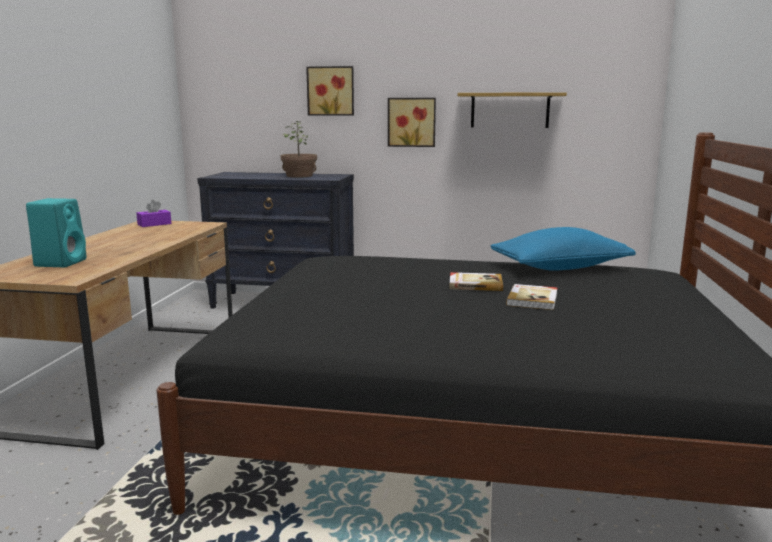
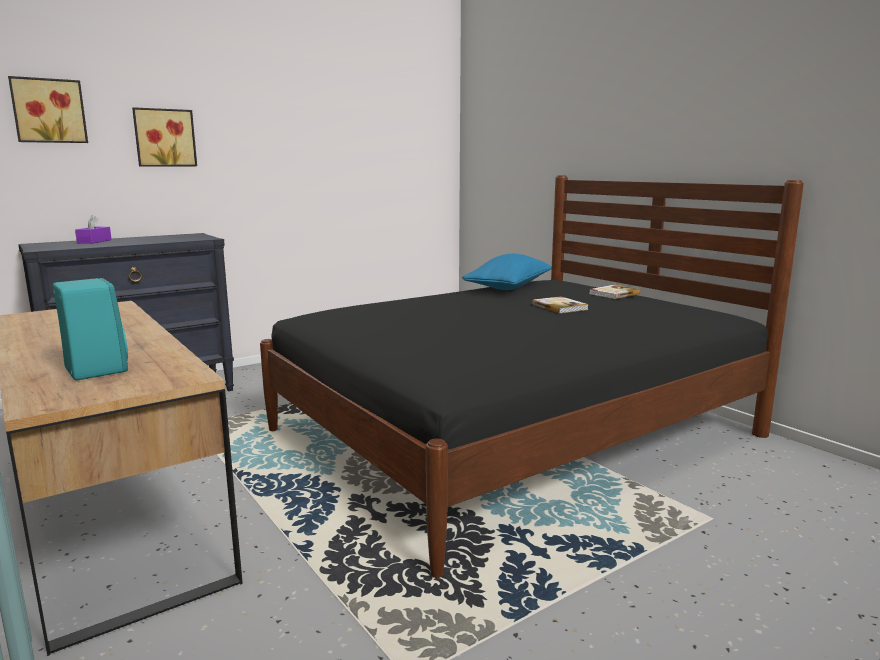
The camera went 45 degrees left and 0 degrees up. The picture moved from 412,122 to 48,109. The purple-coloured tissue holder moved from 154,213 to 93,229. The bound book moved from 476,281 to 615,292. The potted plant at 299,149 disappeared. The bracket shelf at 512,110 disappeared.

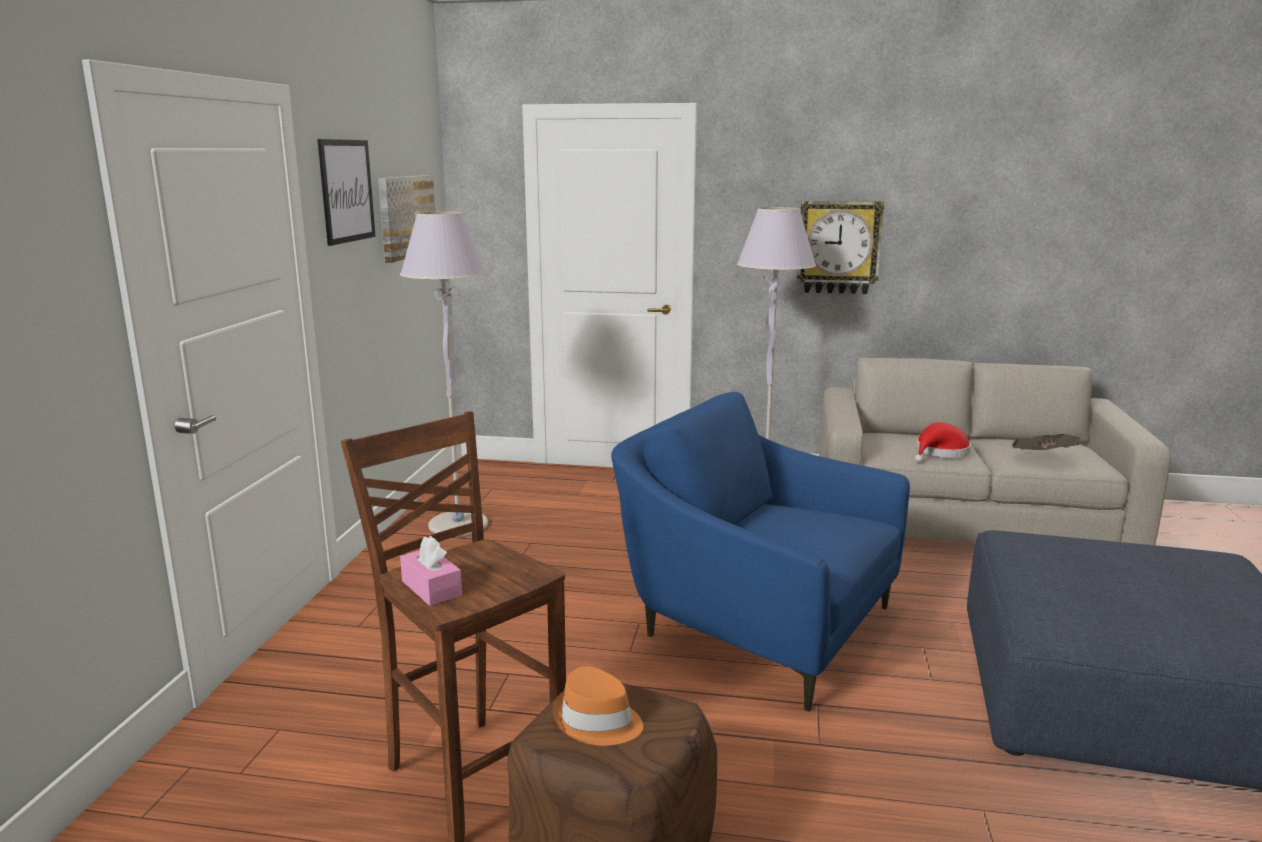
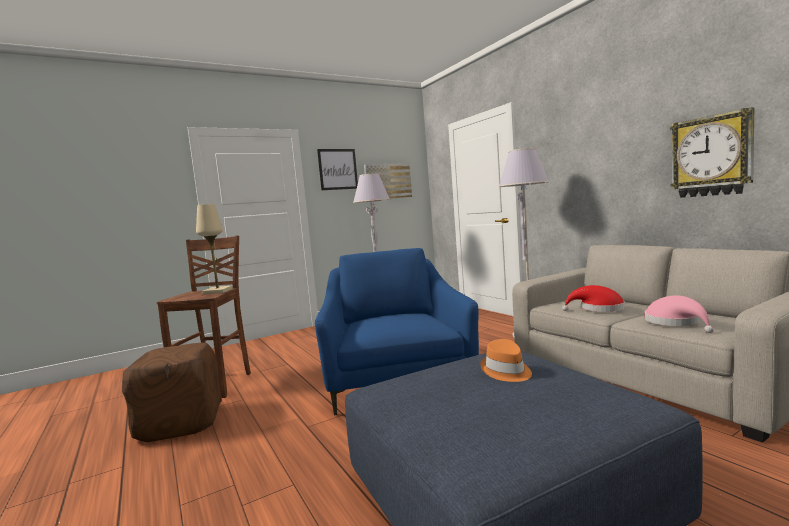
The camera went 50 degrees right and 10 degrees down. The sand-coloured lamp for a table at 214,249 appeared. The orangey clothing hat moved from 598,706 to 506,360. The newspaper at 1046,442 was replaced by the pink clothing hat at 679,314. The hanging clock moved from 840,247 to 712,152. The pink tissue holder at 431,571 disappeared.

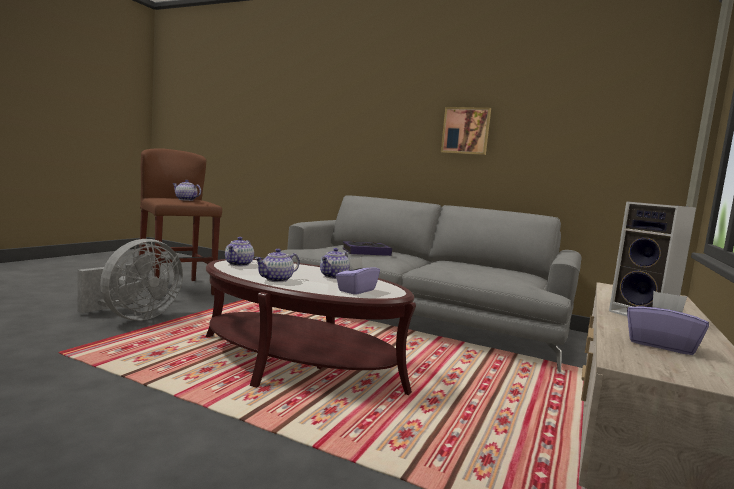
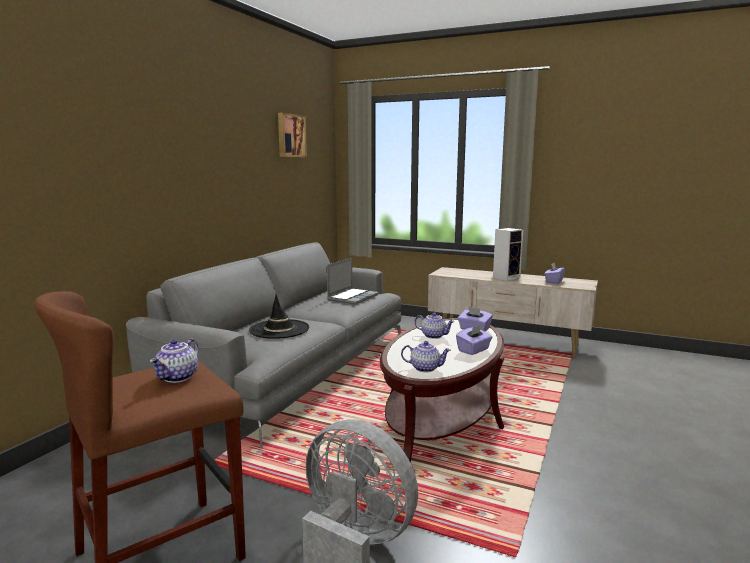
The camera went 90 degrees left and 5 degrees up. The bound book at 367,248 was replaced by the blackish clothing hat at 279,317. The picture moved from 466,131 to 292,134. The laptop at 353,281 appeared. The tea pot at 277,265 was replaced by the purple-coloured tissue holder at 474,340.

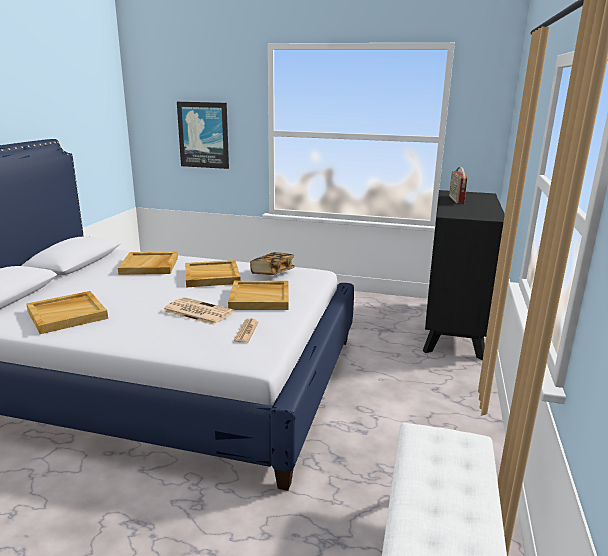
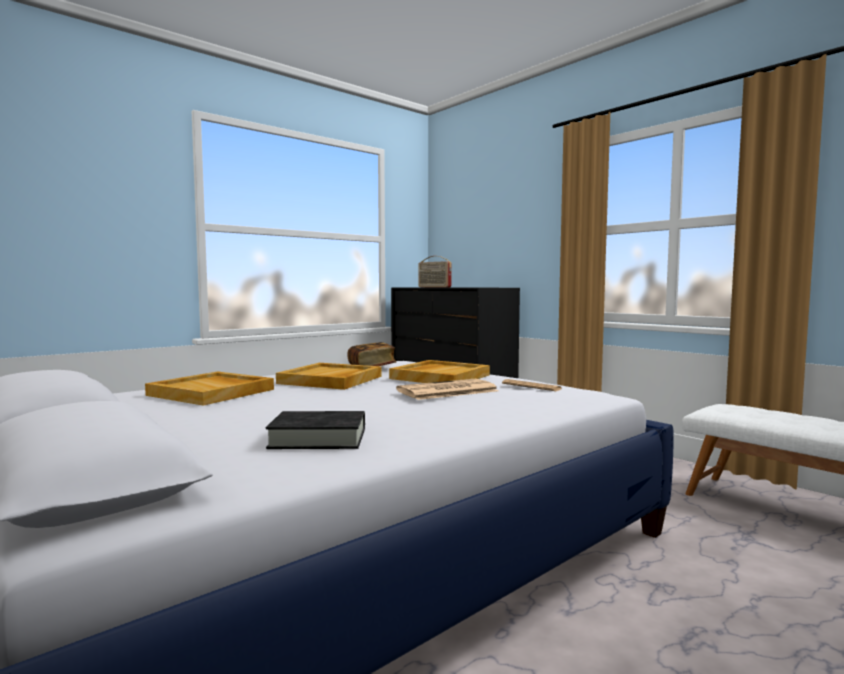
The camera went 55 degrees left and 15 degrees down. The sand-coloured serving tray at 67,312 was replaced by the blackish bound book at 315,430. The picture at 203,135 disappeared.

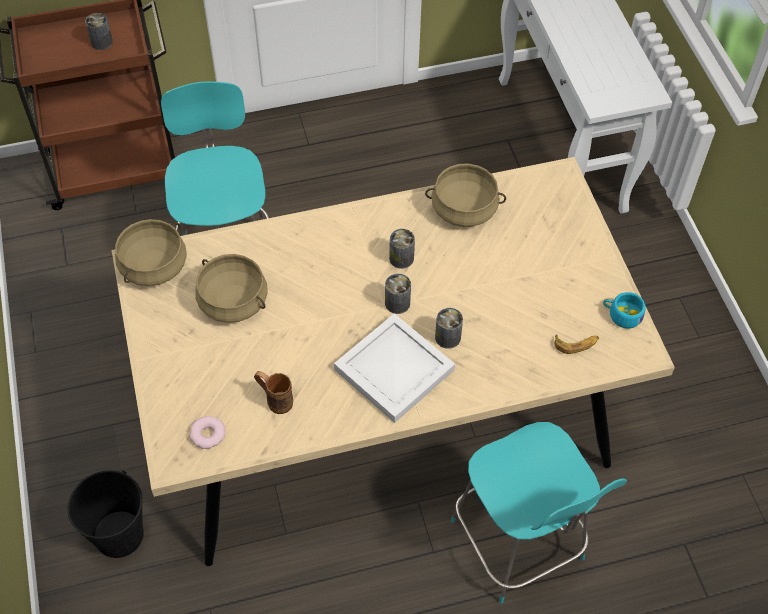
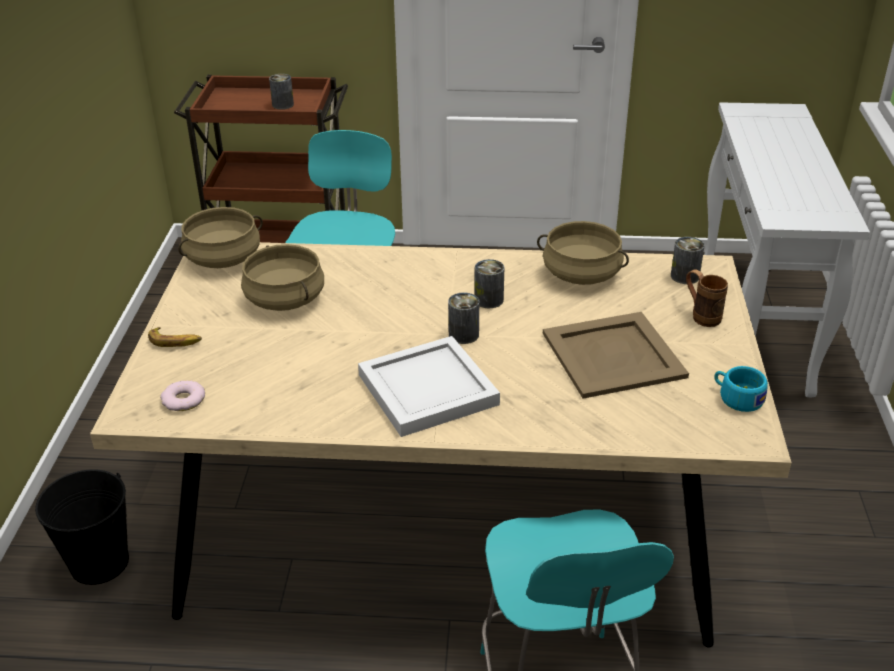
The camera went 20 degrees right and 20 degrees down. The banana fruit moved from 576,344 to 175,337. The sand-coloured serving tray at 616,355 appeared. The metal can moved from 449,328 to 688,260. The brown-coloured coffee mug moved from 273,392 to 707,298.

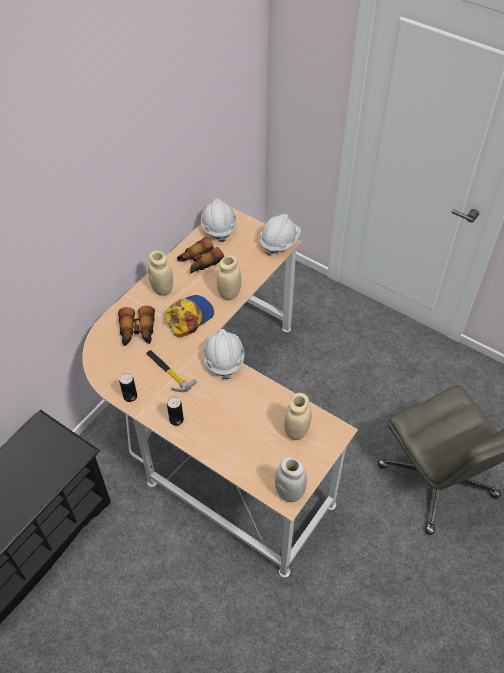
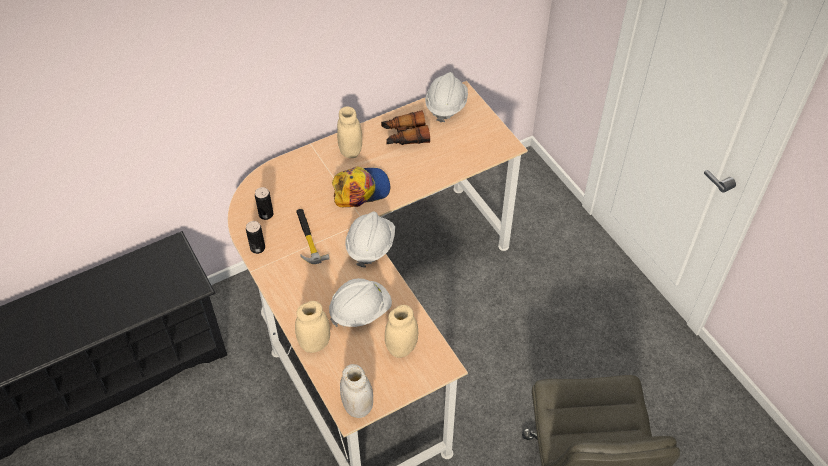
The camera went 25 degrees right and 0 degrees up. The metal can moved from 175,411 to 264,203. The sand-coloured jar moved from 229,278 to 312,327. The white-coloured hard hat moved from 280,235 to 360,302. The pair of binoculars at 136,326 disappeared.

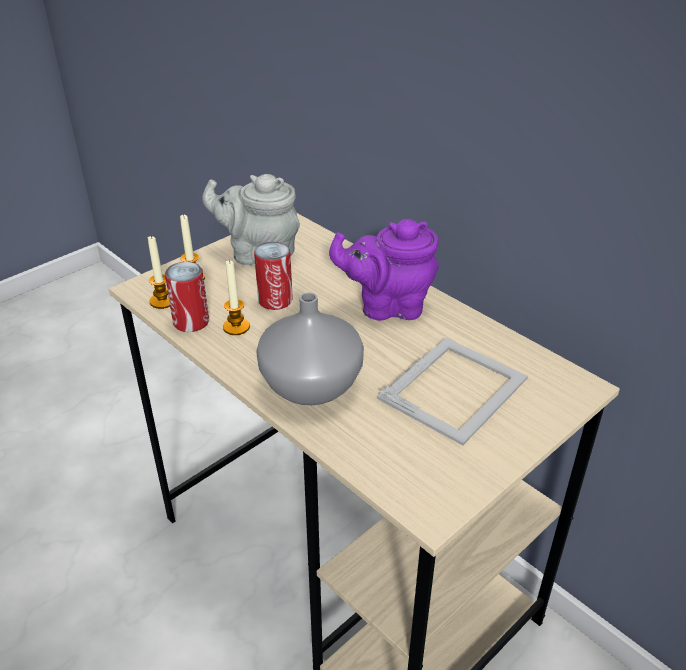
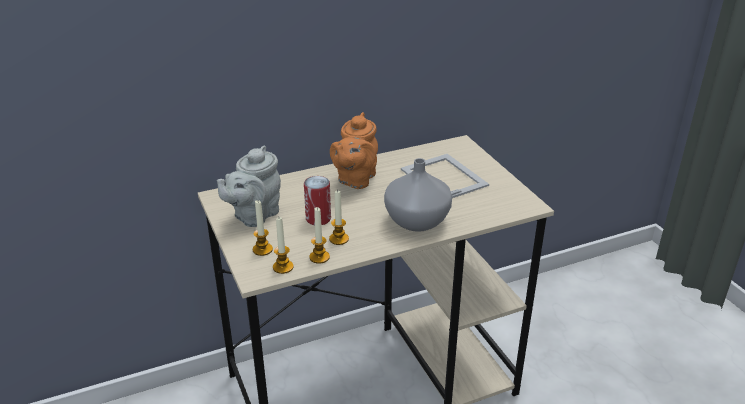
The camera went 70 degrees left and 5 degrees down. The metal can at 187,297 was replaced by the candle at 319,235. The purple-coloured tea pot at 384,270 became the orangey tea pot at 354,150.

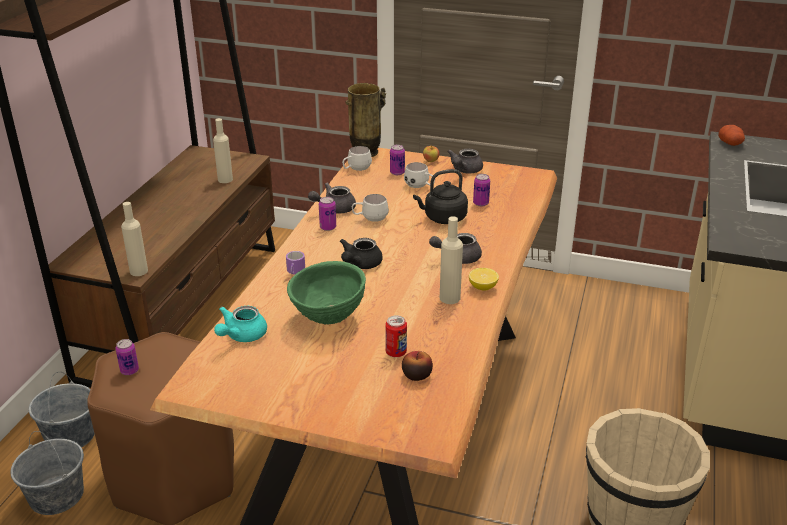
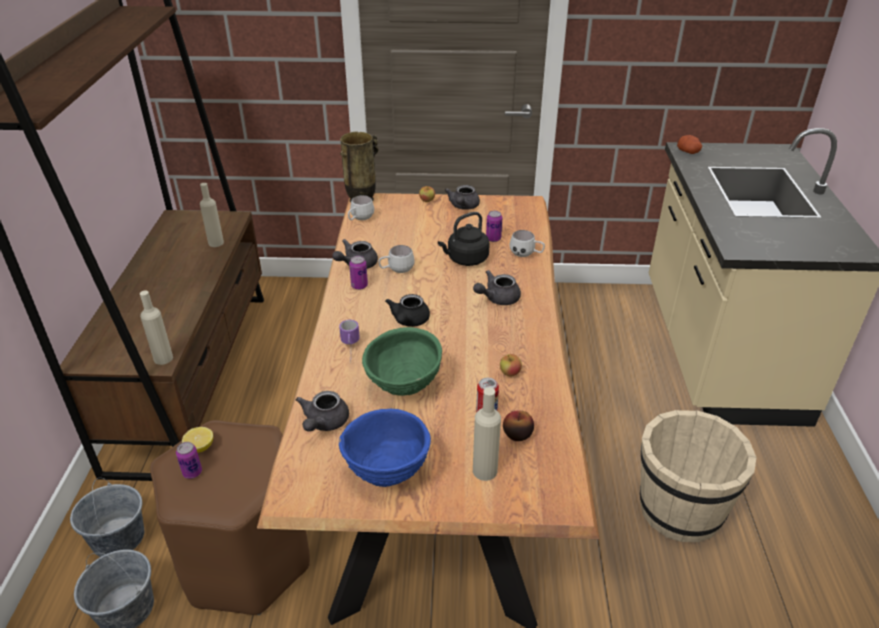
The camera went 15 degrees left and 5 degrees up. The whole lemon moved from 484,279 to 197,440. The turquoise tea pot at 240,324 became the greyish tea pot at 322,411. The blue-coloured serving bowl at 385,448 appeared. The sand-coloured drink bottle moved from 451,260 to 487,434. The whole apple at 511,365 appeared. The white-coloured coffee mug moved from 419,175 to 527,243. The metal can at 397,160 disappeared.

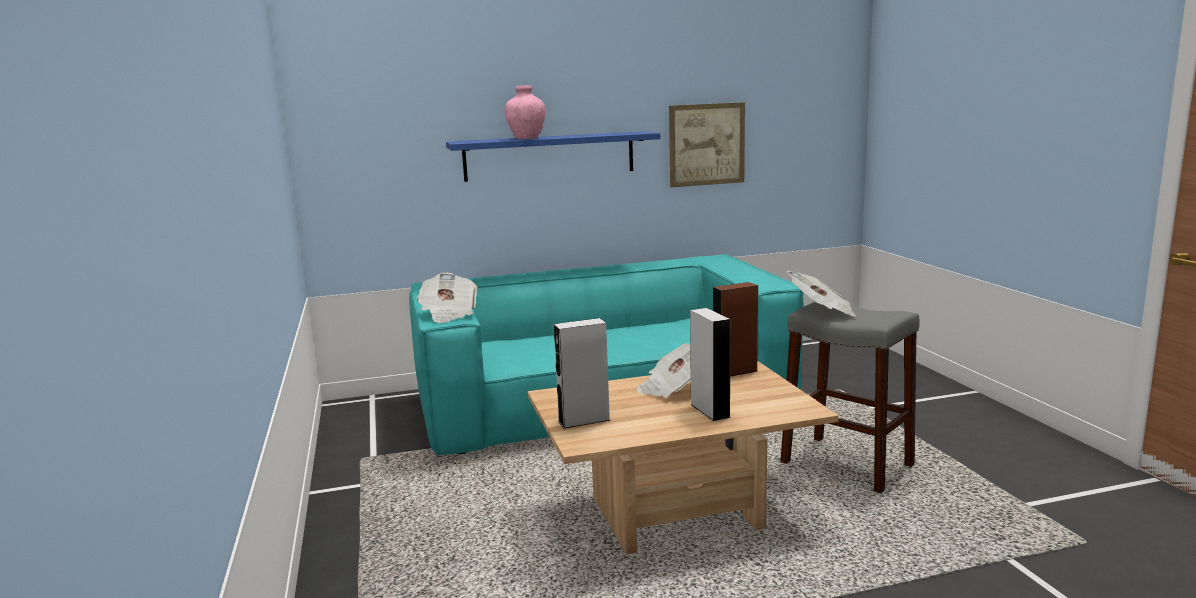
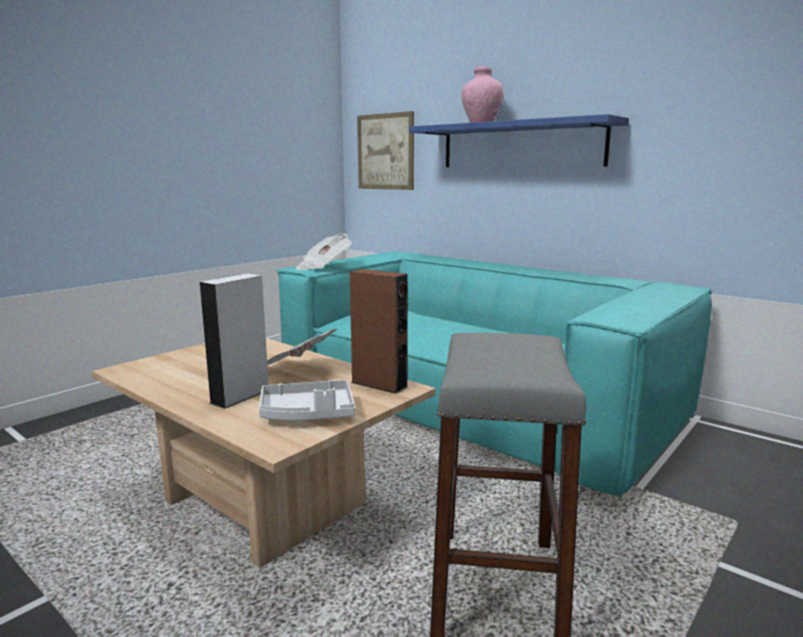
The camera went 55 degrees right and 0 degrees up. The greyish serving tray at 307,400 appeared. The picture moved from 707,144 to 385,150. The greyish loudspeaker at 582,373 disappeared. The newspaper at 821,294 disappeared.

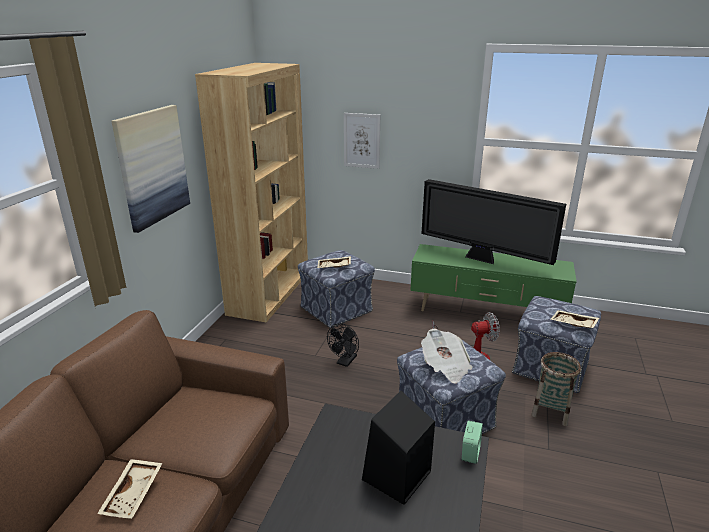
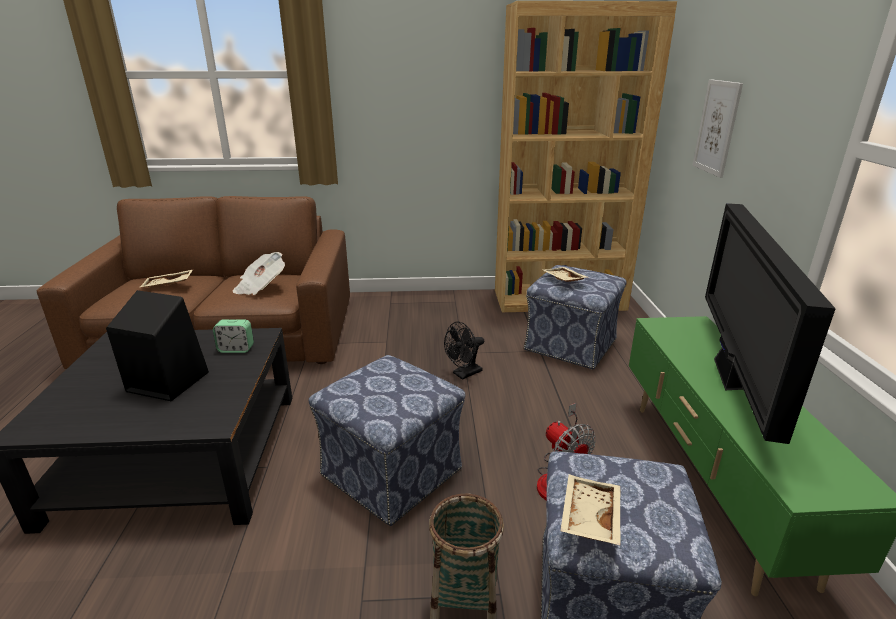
The camera went 70 degrees right and 0 degrees up. The alarm clock moved from 472,442 to 233,336. The newspaper moved from 447,356 to 259,273. The blackish electric fan at 343,345 turned 45 degrees counterclockwise. The picture at 151,169 disappeared.

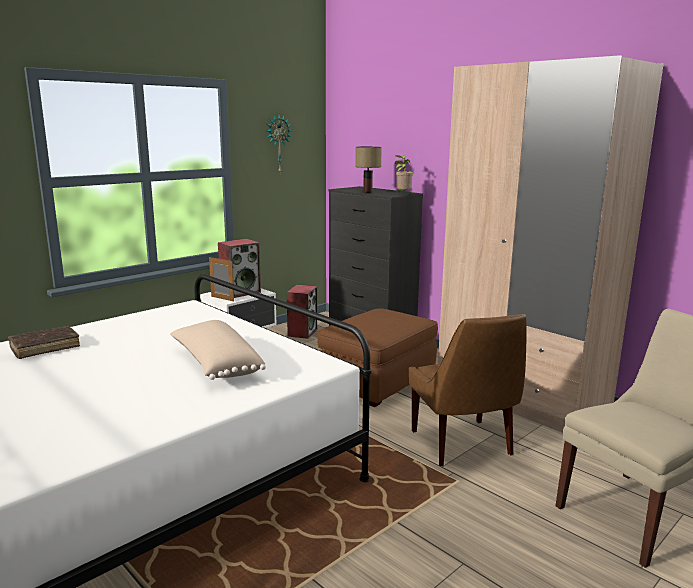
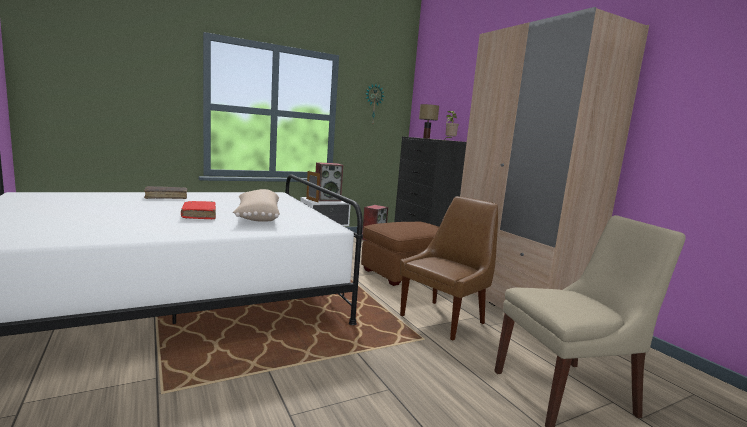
The camera went 15 degrees right and 5 degrees down. The red bound book at 198,210 appeared. The brown-coloured upright chair at 468,390 turned 135 degrees counterclockwise.

